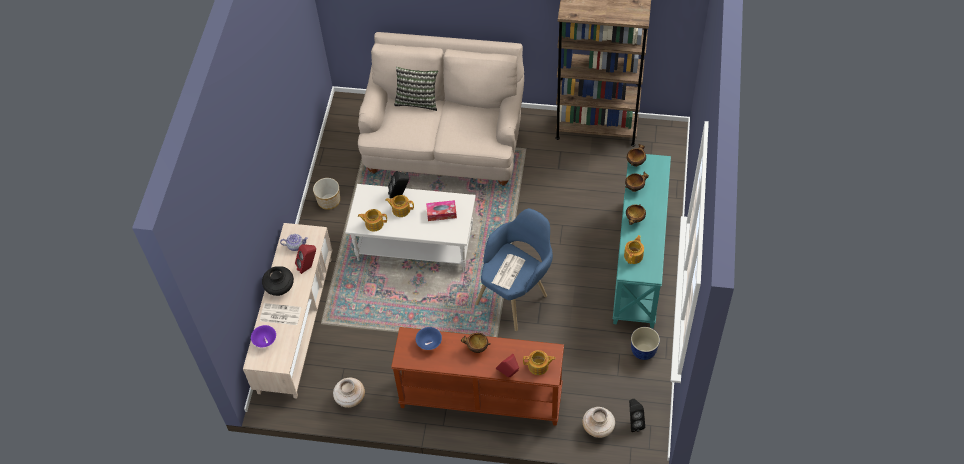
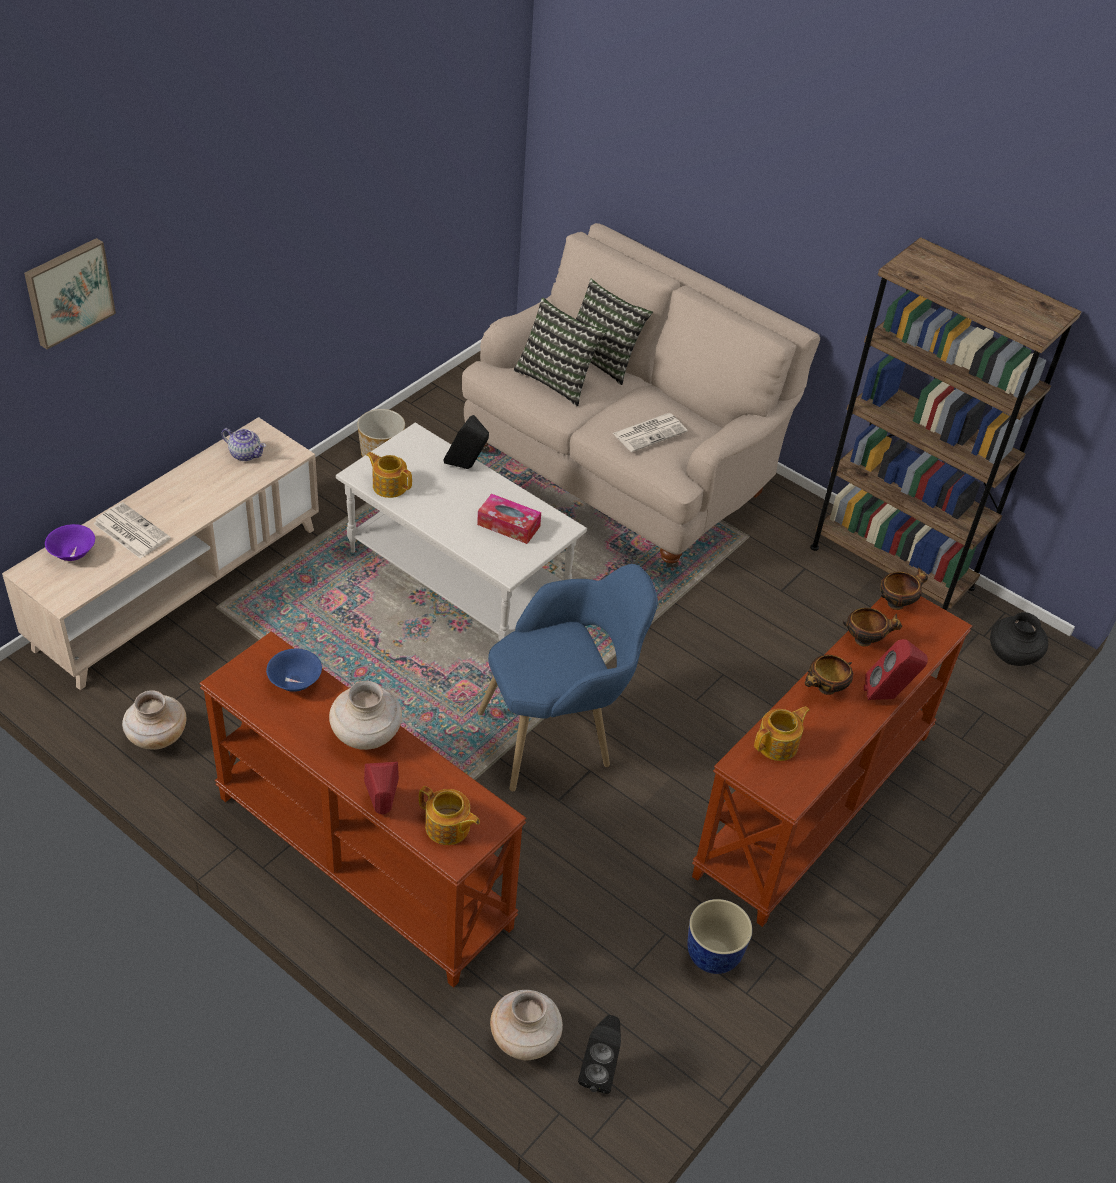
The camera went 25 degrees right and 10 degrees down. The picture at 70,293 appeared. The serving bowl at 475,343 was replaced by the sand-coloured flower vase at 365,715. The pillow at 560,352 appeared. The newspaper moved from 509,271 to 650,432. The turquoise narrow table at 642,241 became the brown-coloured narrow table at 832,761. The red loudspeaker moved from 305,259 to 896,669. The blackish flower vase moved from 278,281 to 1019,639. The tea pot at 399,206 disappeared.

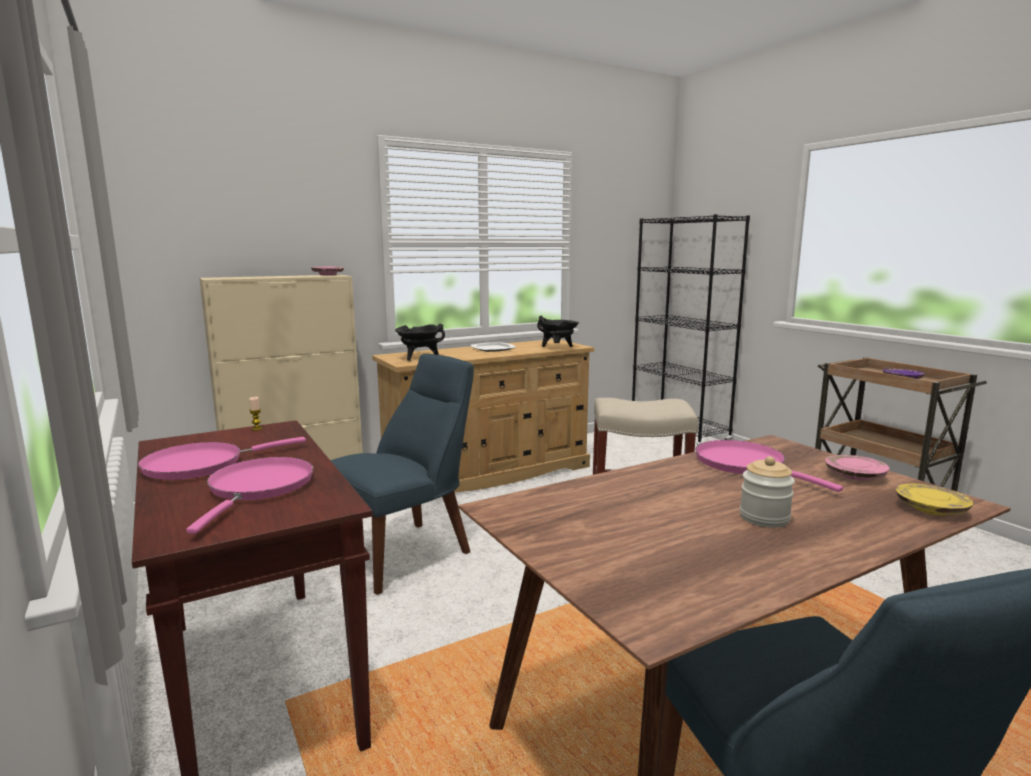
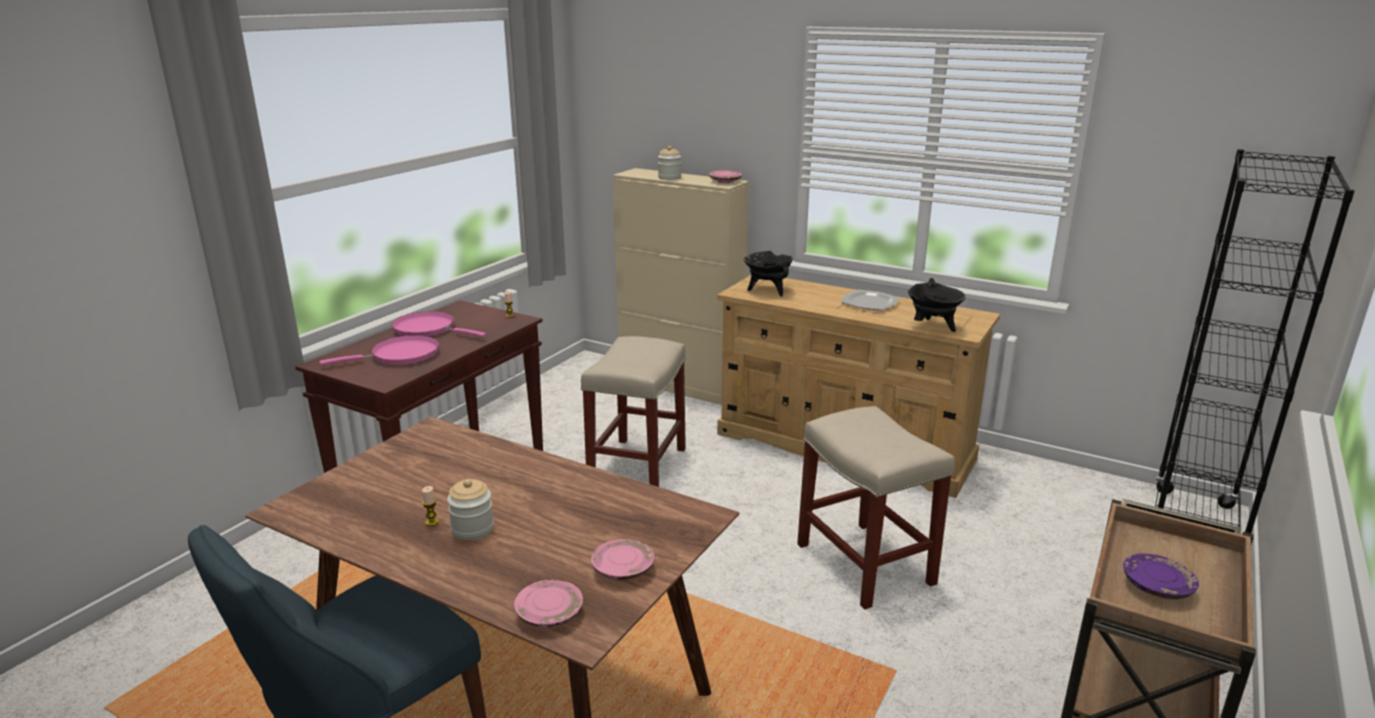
The camera went 60 degrees right and 10 degrees up. The candle at 430,506 appeared. The yellow-coloured dinner plate at 934,499 became the pink dinner plate at 548,604. The blue-coloured upright chair at 402,474 was replaced by the sand-coloured stool seat at 633,411. The jar at 669,163 appeared. The pink skillet at 769,466 disappeared.

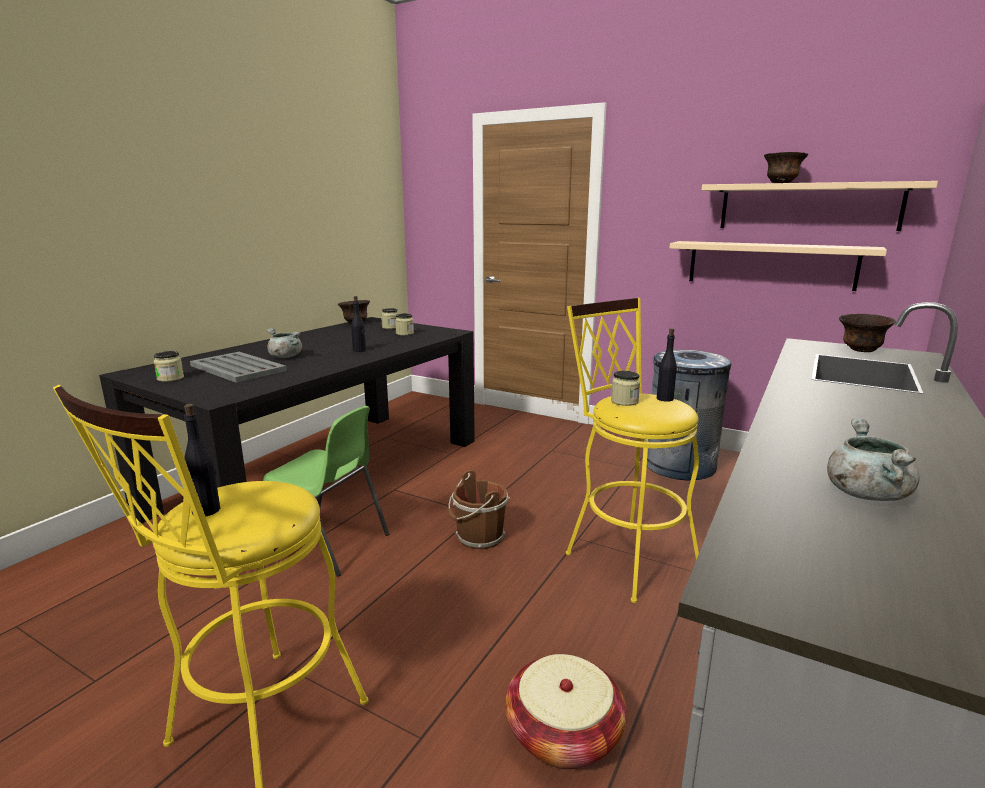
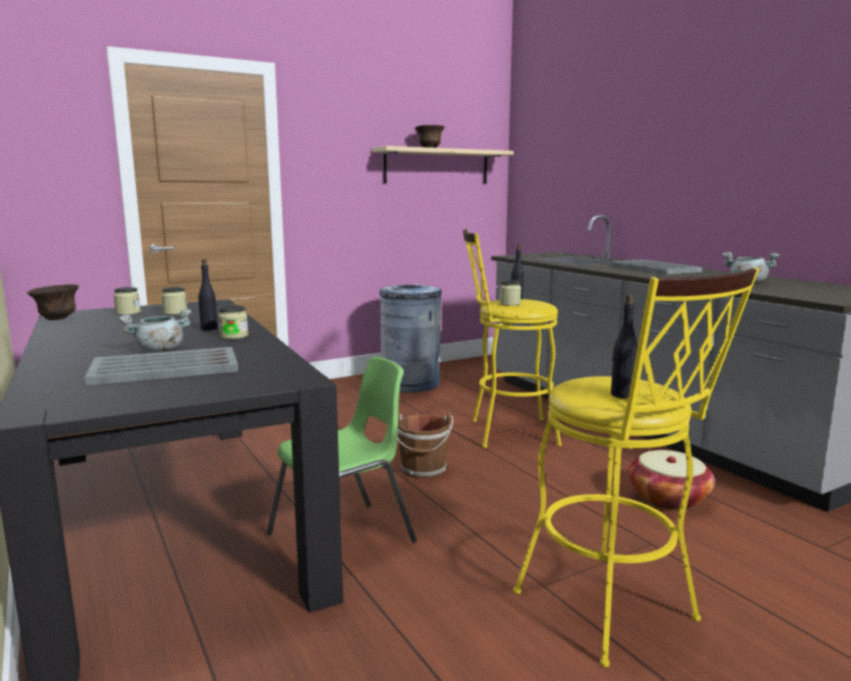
The camera went 60 degrees left and 5 degrees down. The jar moved from 169,366 to 233,322. The greyish serving tray at 656,267 appeared. The sand-coloured bracket shelf at 778,266 disappeared. The brown-coloured serving bowl at 867,333 disappeared.

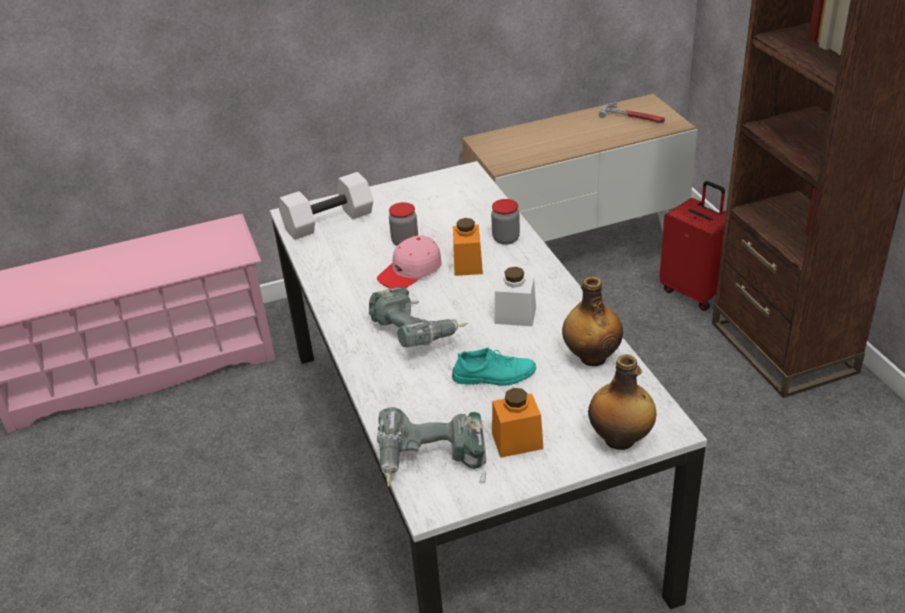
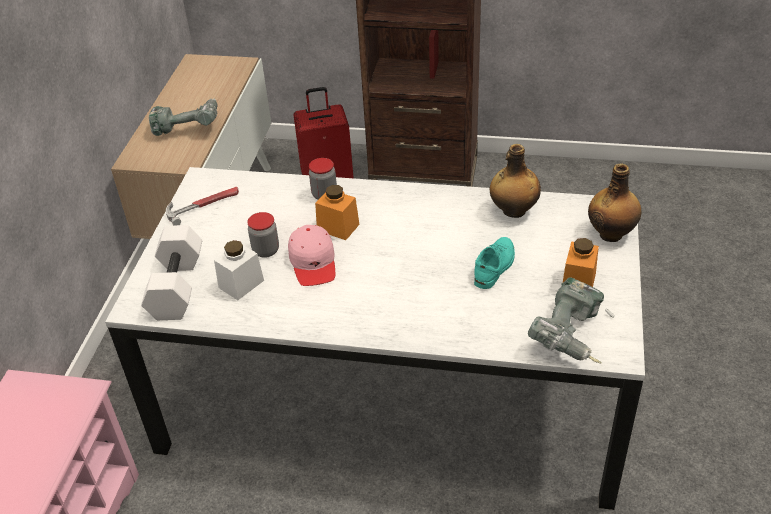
The camera went 60 degrees left and 5 degrees up. The electric drill moved from 418,317 to 183,117. The tool hammer moved from 632,113 to 202,206. The white-coloured jar moved from 515,296 to 239,270.

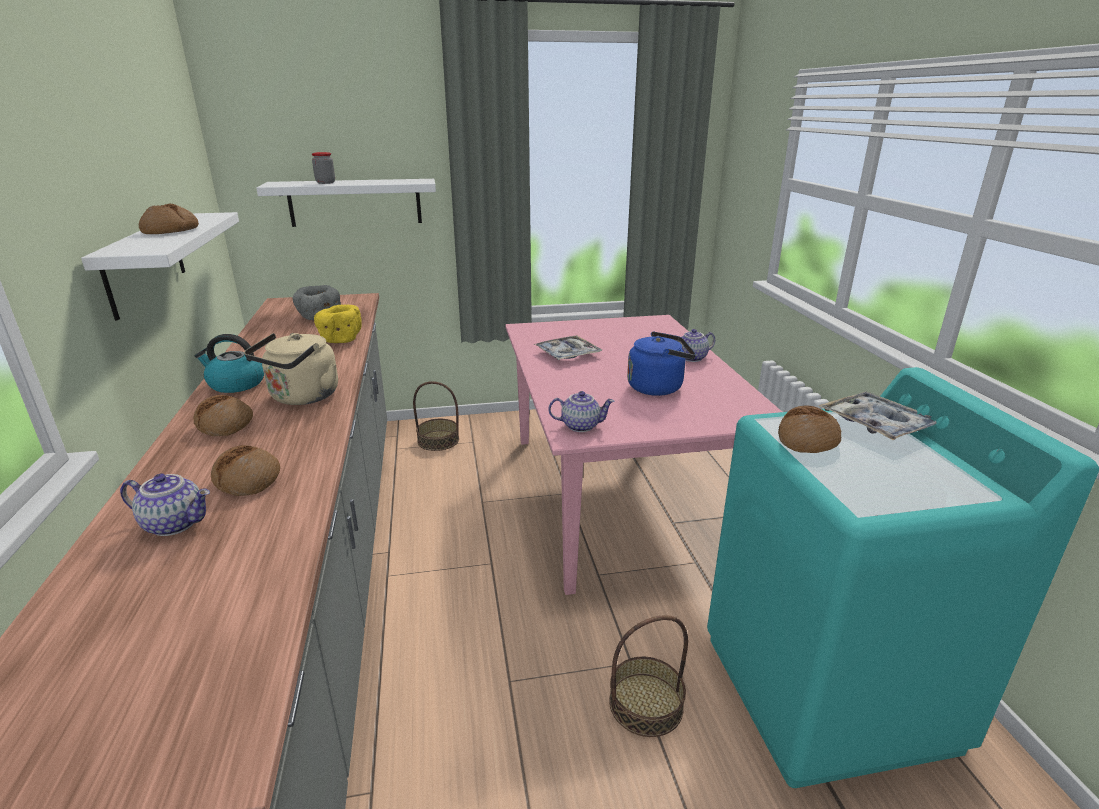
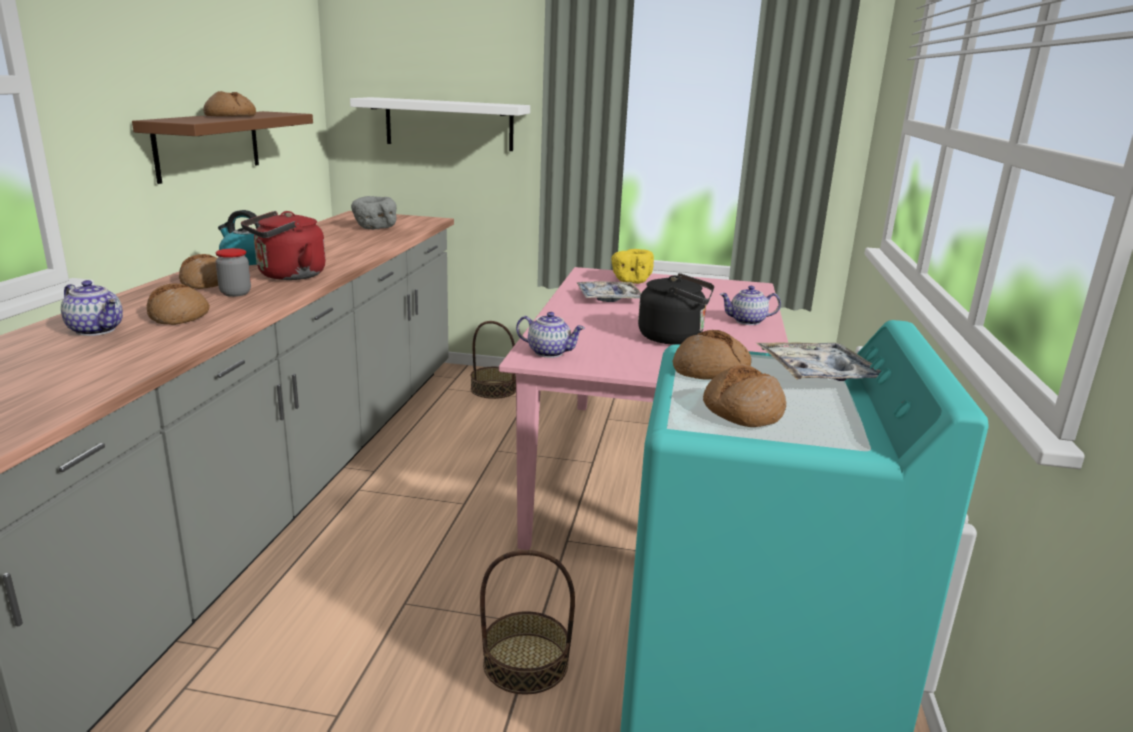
The camera went 20 degrees right and 5 degrees down. The white-coloured bracket shelf at 160,266 became the brown-coloured bracket shelf at 222,147. The jar moved from 323,168 to 233,272. The sand-coloured kettle at 291,369 became the red kettle at 283,245. The yellow-coloured serving bowl moved from 338,324 to 633,266. The blue-coloured kettle at 661,364 became the blackish kettle at 676,309. The bread at 744,395 appeared.

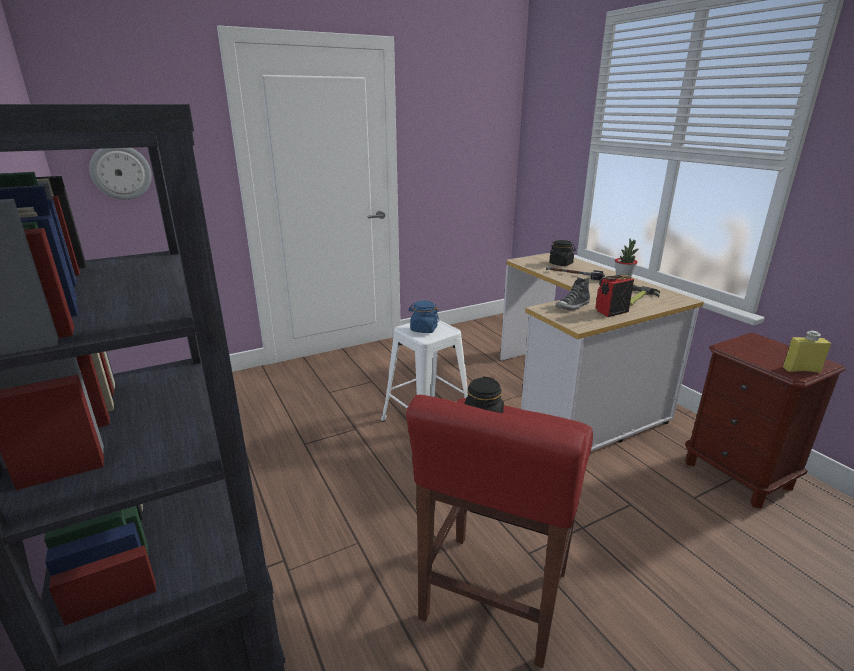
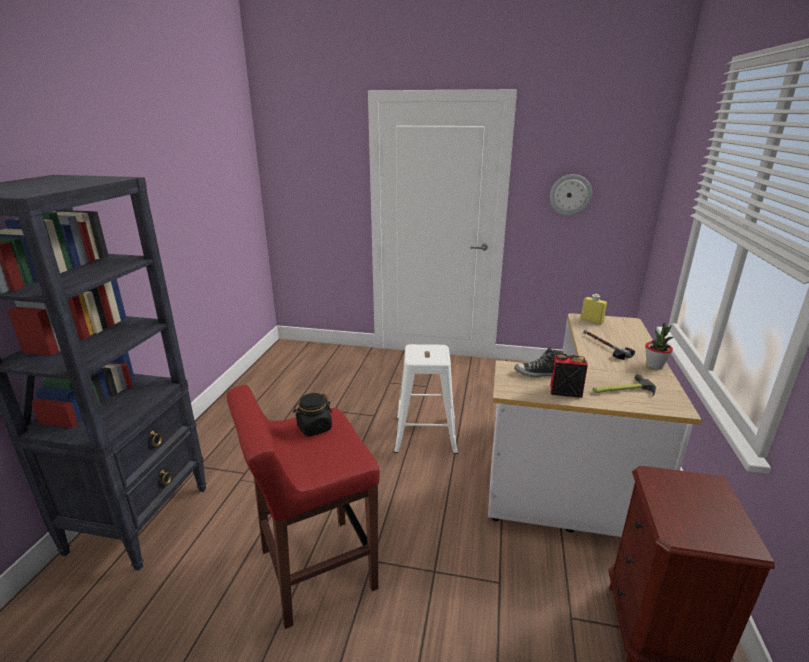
The camera went 40 degrees right and 0 degrees up. The hanging clock moved from 120,174 to 571,194. The yellow-coloured drink bottle moved from 807,352 to 594,309. The blue-coloured jar at 423,317 disappeared. The blackish jar at 562,253 disappeared.

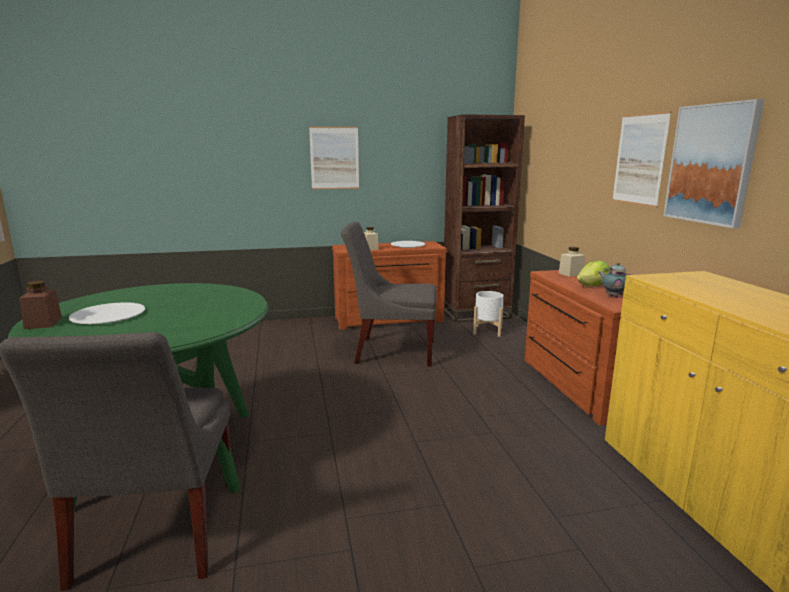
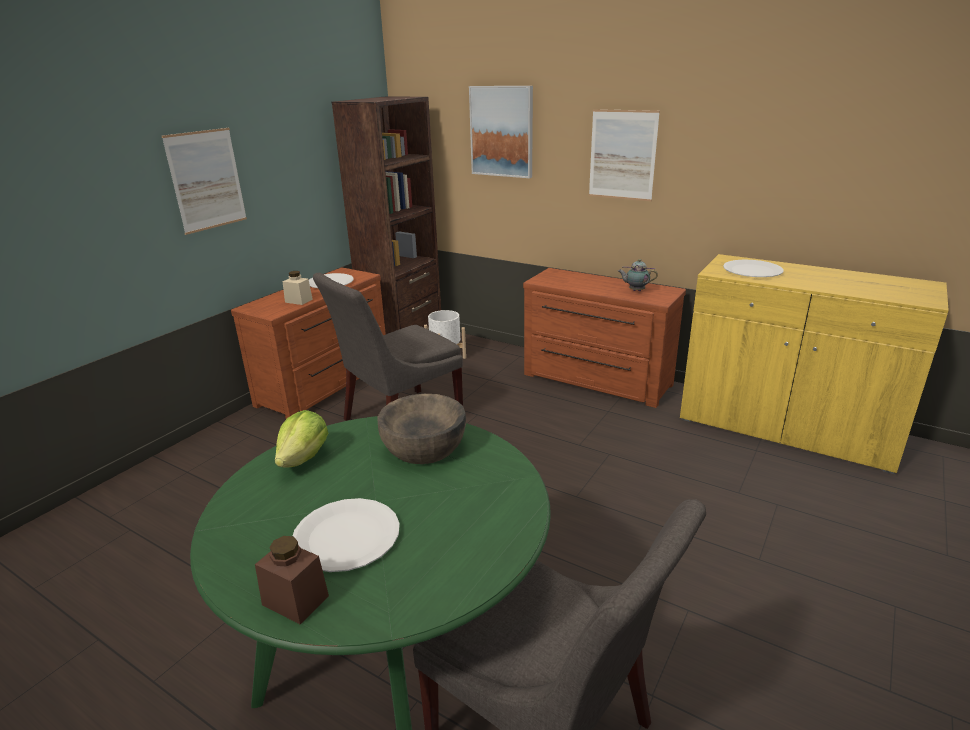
The camera went 45 degrees left and 10 degrees up. The head of lettuce moved from 594,273 to 301,439. The brown-coloured serving bowl at 422,429 appeared. The picture moved from 713,163 to 501,132. The white-coloured dinner plate at 753,268 appeared. The sand-coloured jar at 572,262 disappeared.

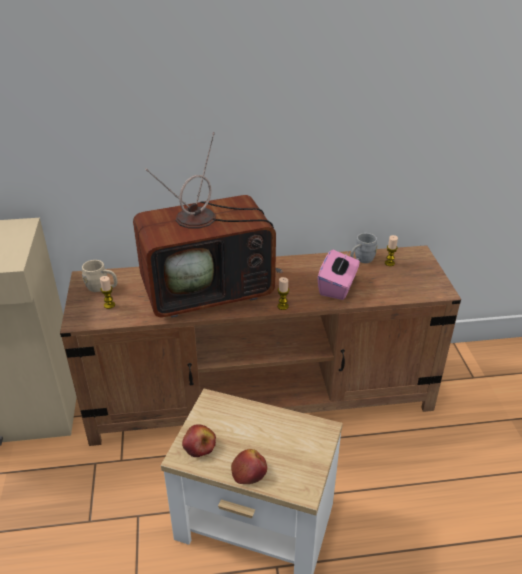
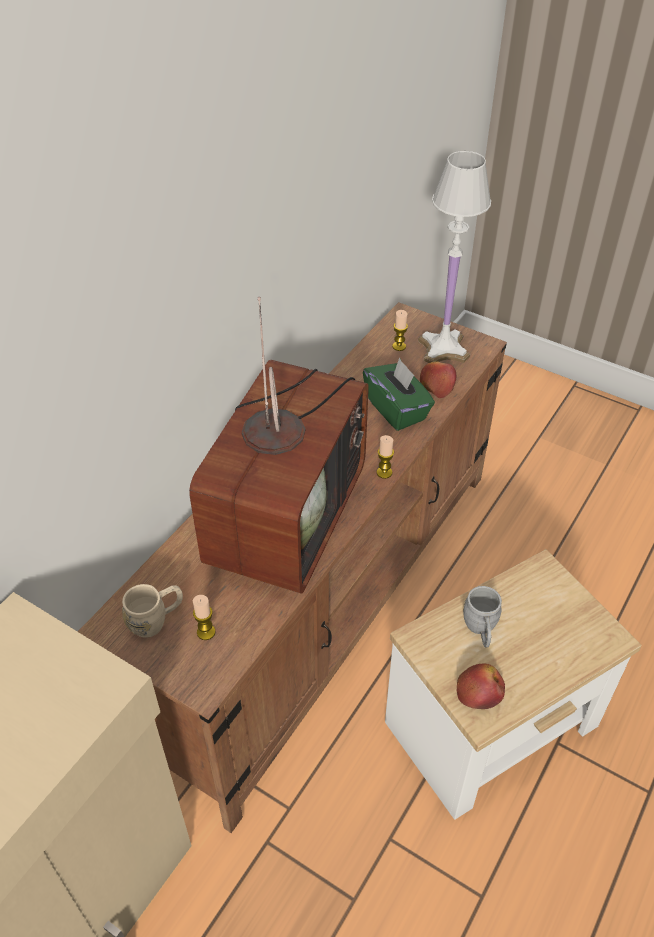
The camera went 50 degrees left and 10 degrees up. The pink tissue holder at 338,275 became the green tissue holder at 399,394. The white-coloured lamp for a table at 454,257 appeared. The whole apple moved from 249,466 to 438,379. The greyish coffee mug moved from 364,248 to 482,616.

